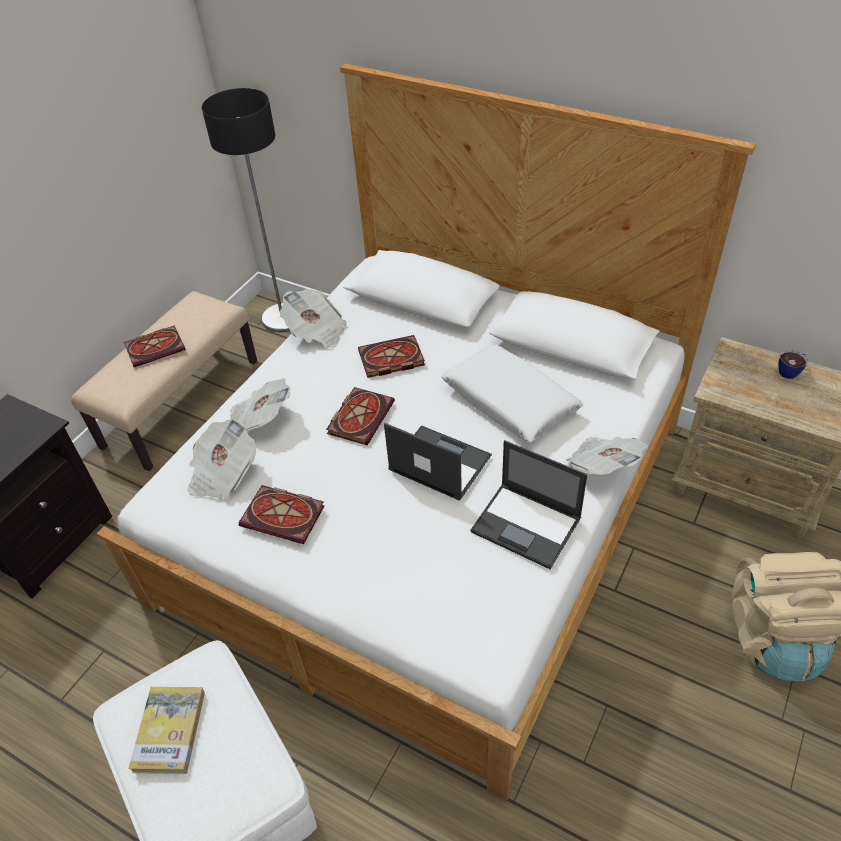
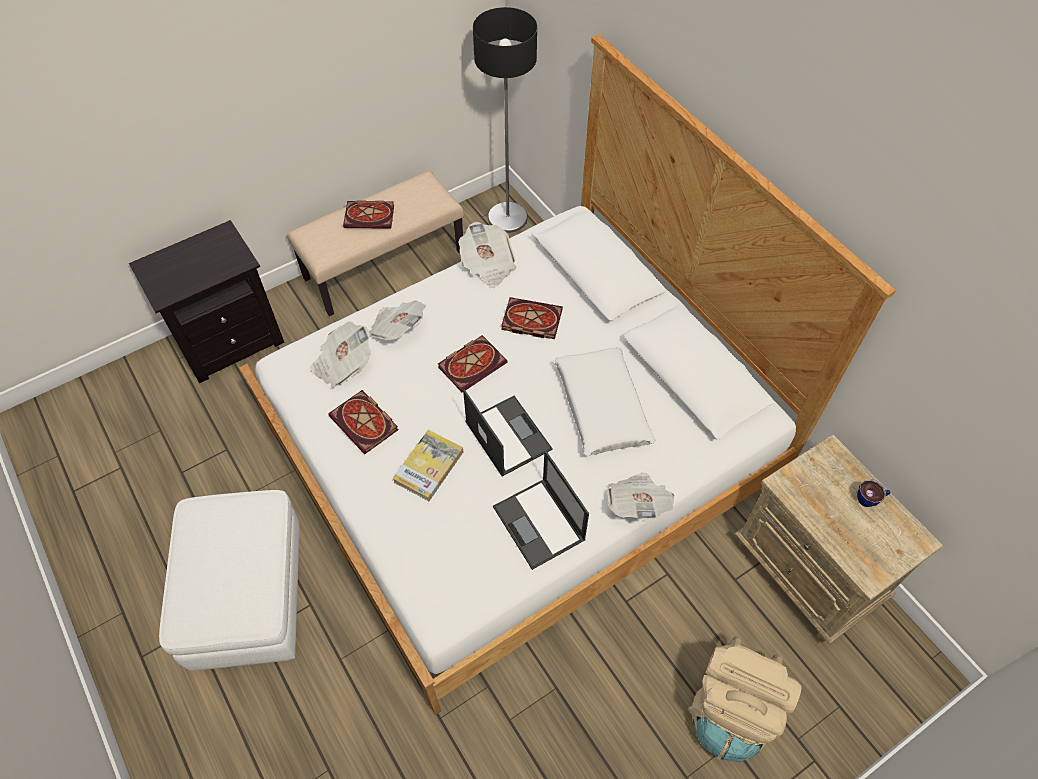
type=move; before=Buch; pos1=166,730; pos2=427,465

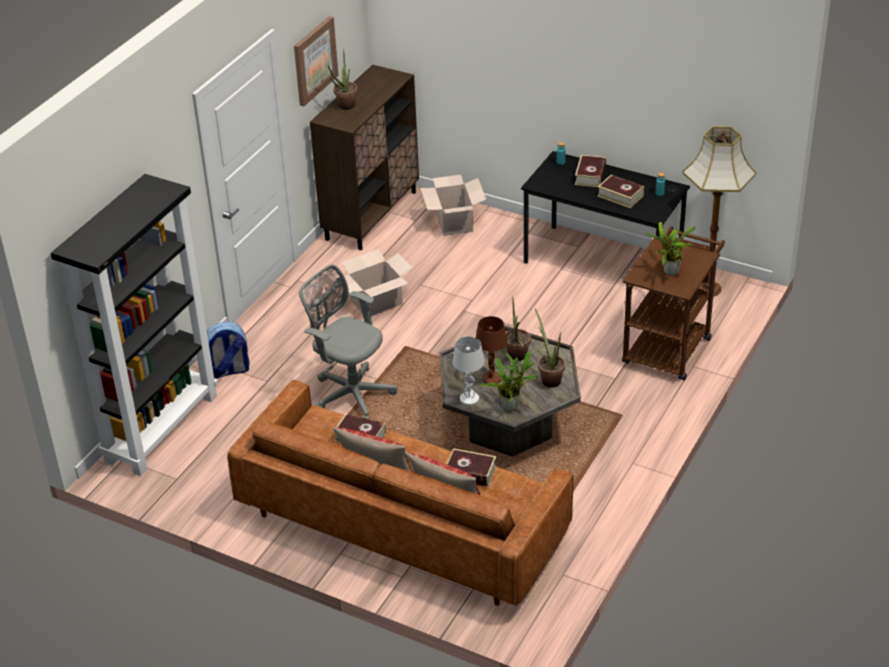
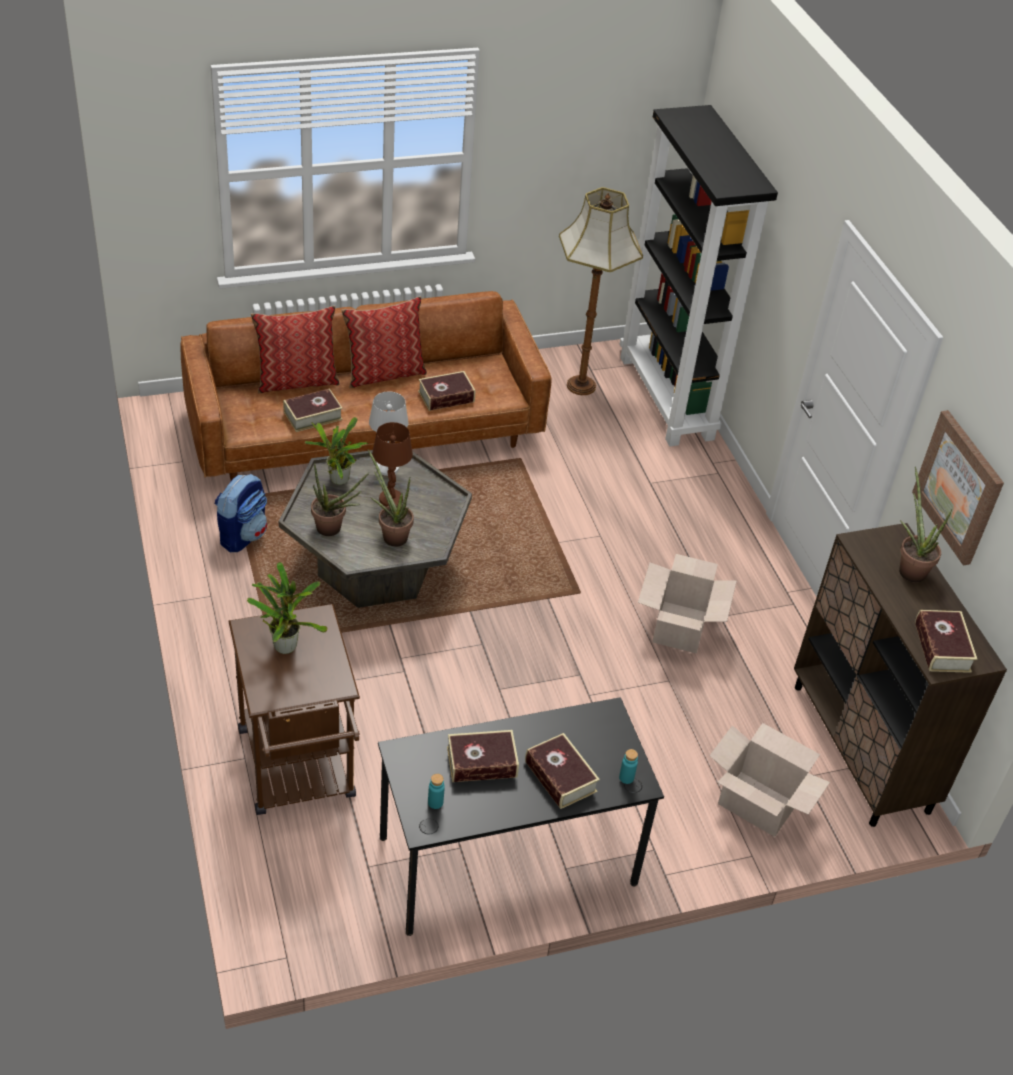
type=move; before=Rucksack; pos1=228,350; pos2=241,513
type=move; before=Stehlampe; pos1=719,211; pos2=601,291
type=insert; after=Buch; pos2=946,641
type=delete; before=Bürostuhl/grau; pos1=348,341

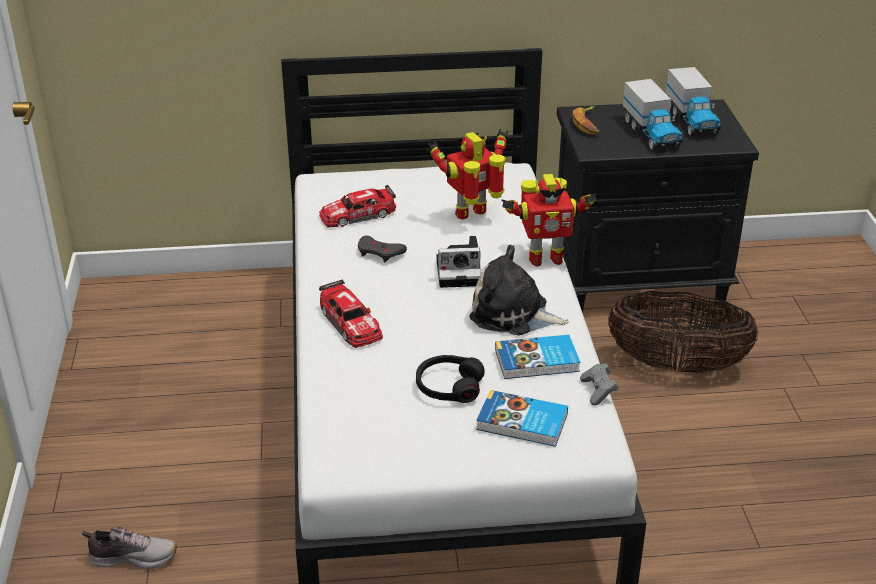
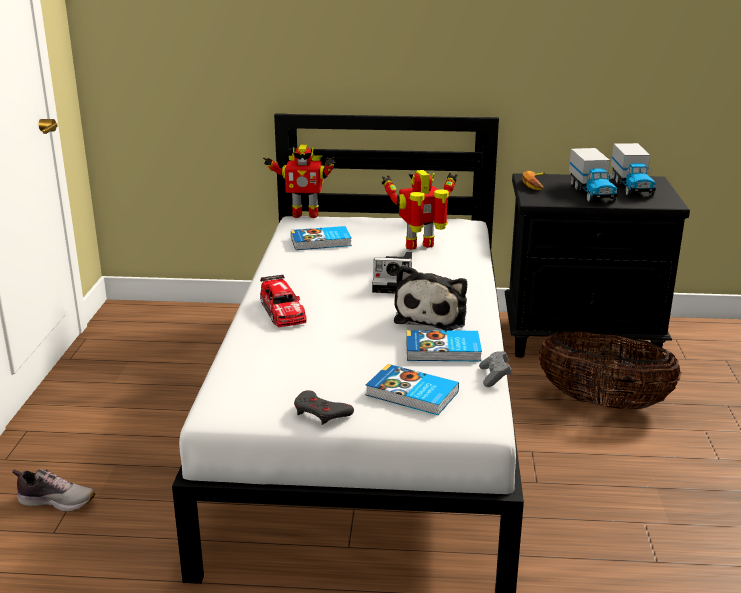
type=move; before=Spielzeugroboter; pos1=549,220; pos2=299,181
type=replace; before=Spielzeugauto; after=Buch; pos1=357,206; pos2=321,238
type=move; before=Gamepad/grau; pos1=382,249; pos2=324,407
type=rotate; before=Plüschtier; pos1=519,290; pos2=430,298; turn=-105
type=delete; before=Kopfhörer/schwarz; pos1=450,379

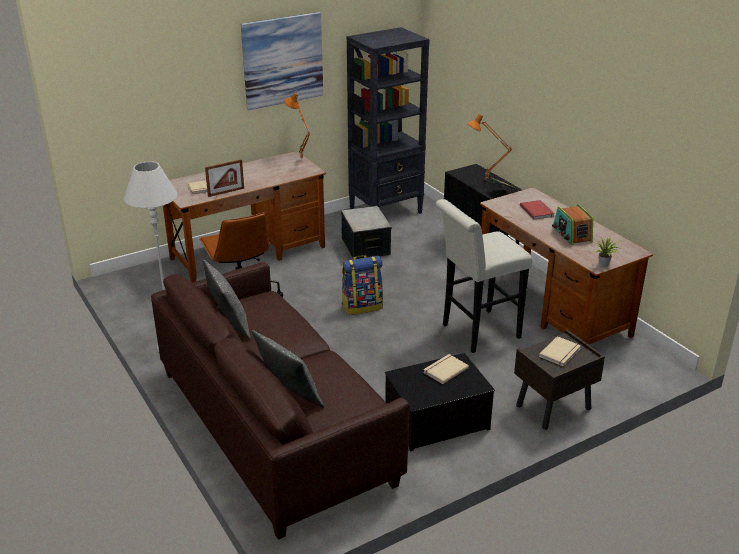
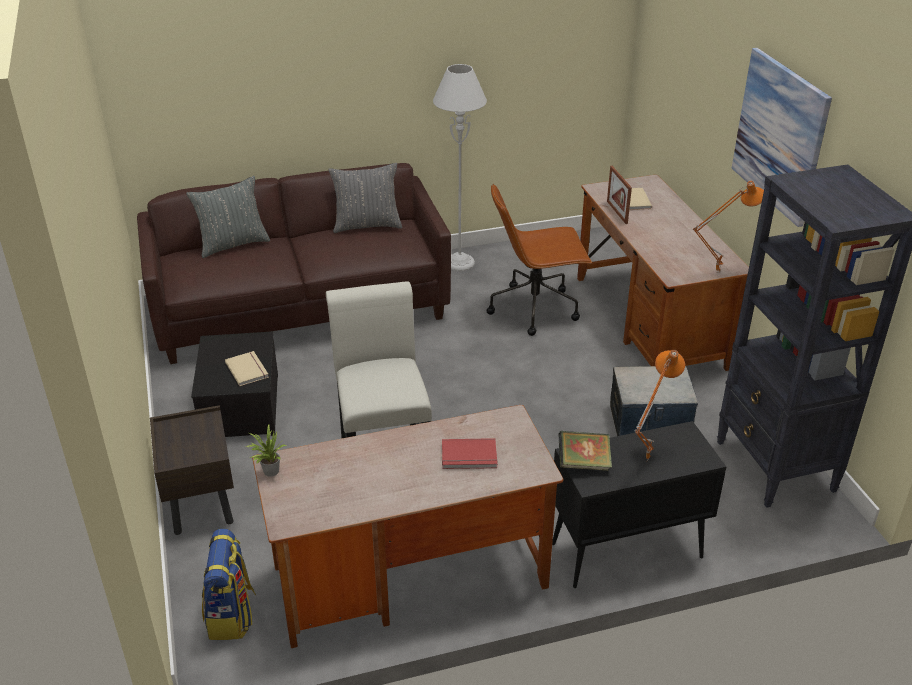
type=move; before=Rucksack; pos1=362,285; pos2=229,584
type=delete; before=Buch/beige; pos1=560,351
type=delete; before=Radio; pos1=572,224

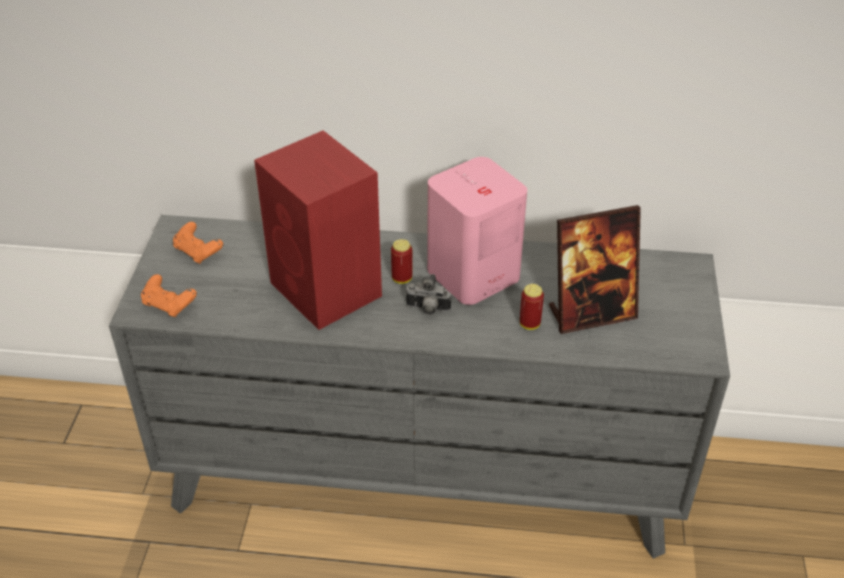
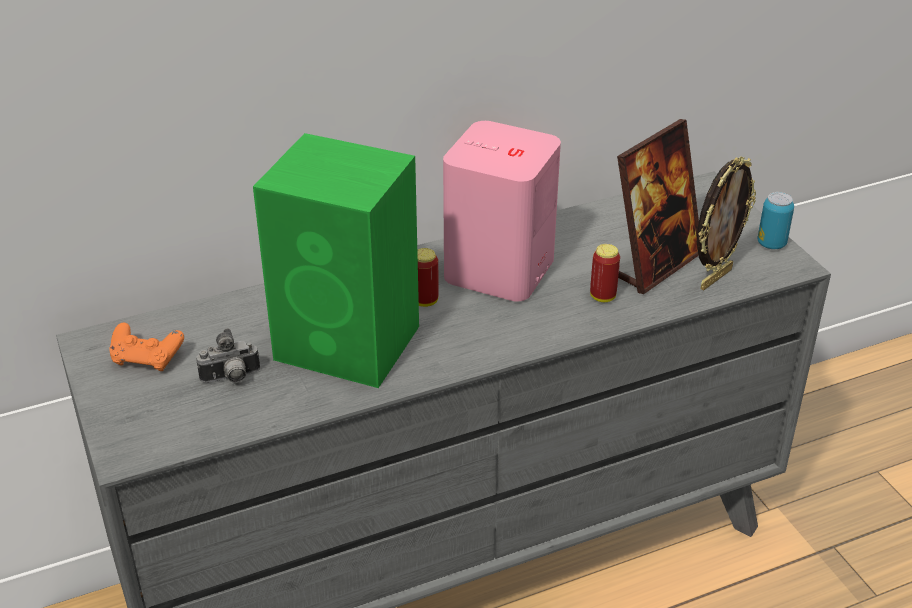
type=move; before=Kamera; pos1=428,294; pos2=228,355
type=recolor; before=Lautsprecher/rot; after=Lautsprecher/grün; pos1=318,230; pos2=336,260
type=insert; after=Bilderrahmen; pos2=726,223
type=insert; after=Dose; pos2=776,220
type=delete; before=Gamepad/orange; pos1=169,295

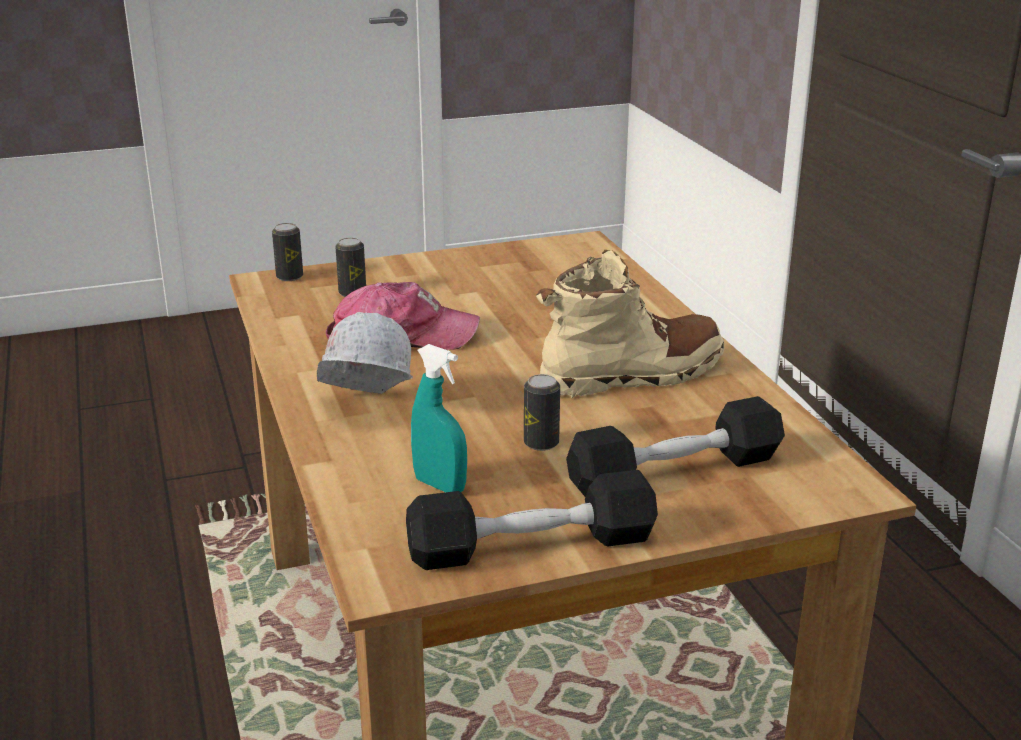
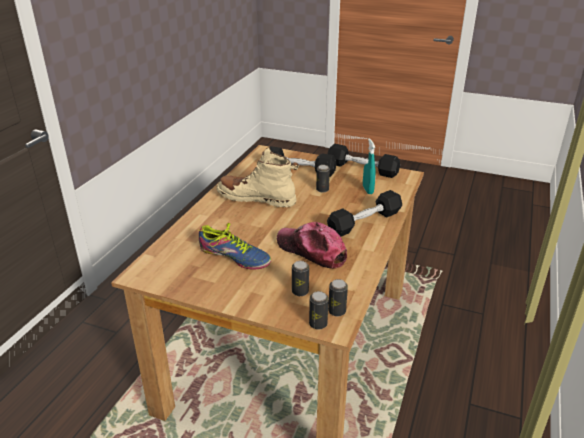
type=insert; after=Schuh; pos2=235,246
type=replace; before=Schutzhelm/weiß; after=Hantel/schwarz; pos1=365,353; pos2=364,213
type=insert; after=Dose; pos2=338,297

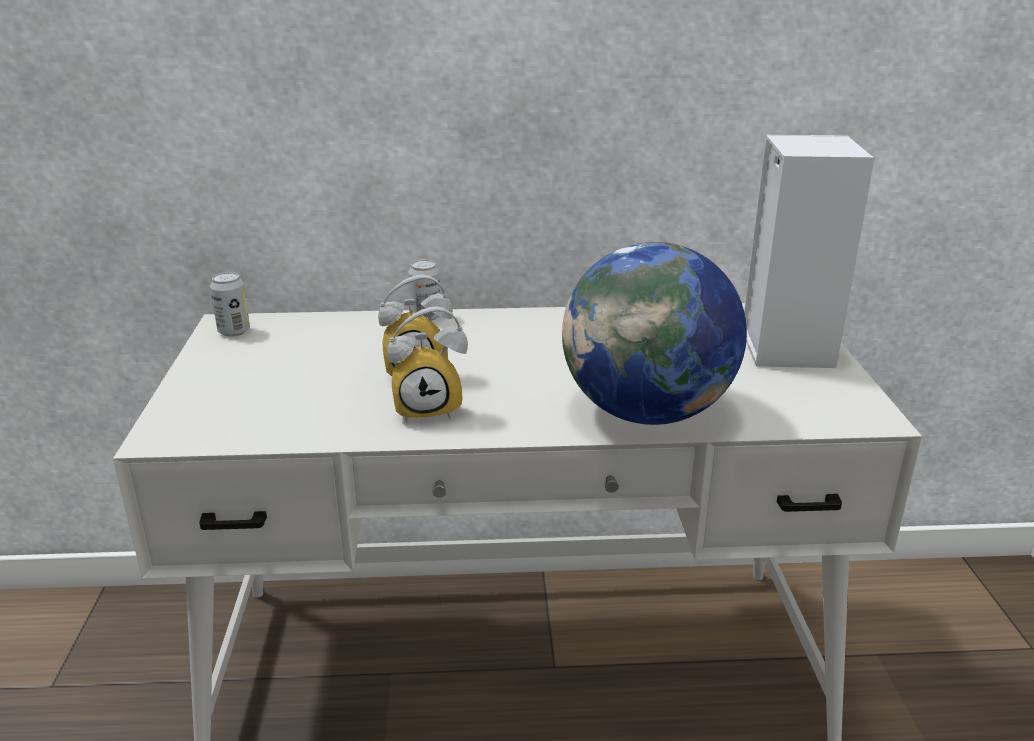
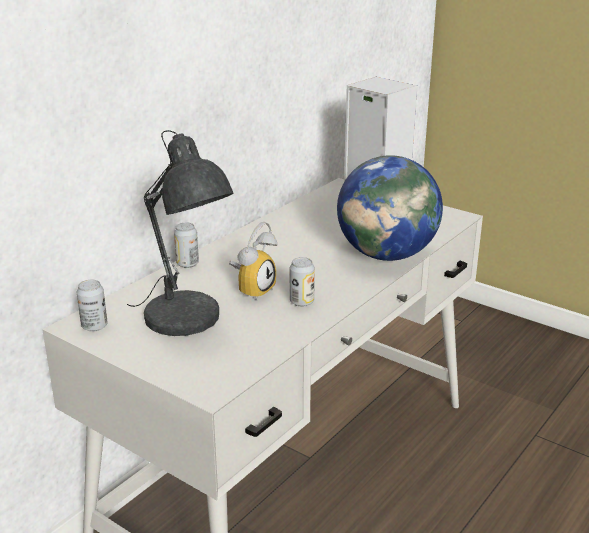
type=insert; after=Tischlampe/grau; pos2=180,233
type=replace; before=Wecker; after=Dose; pos1=427,364; pos2=302,282

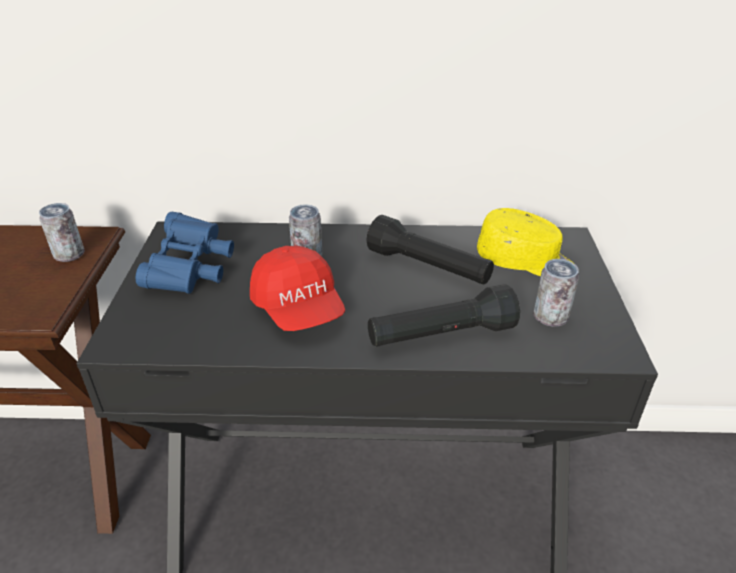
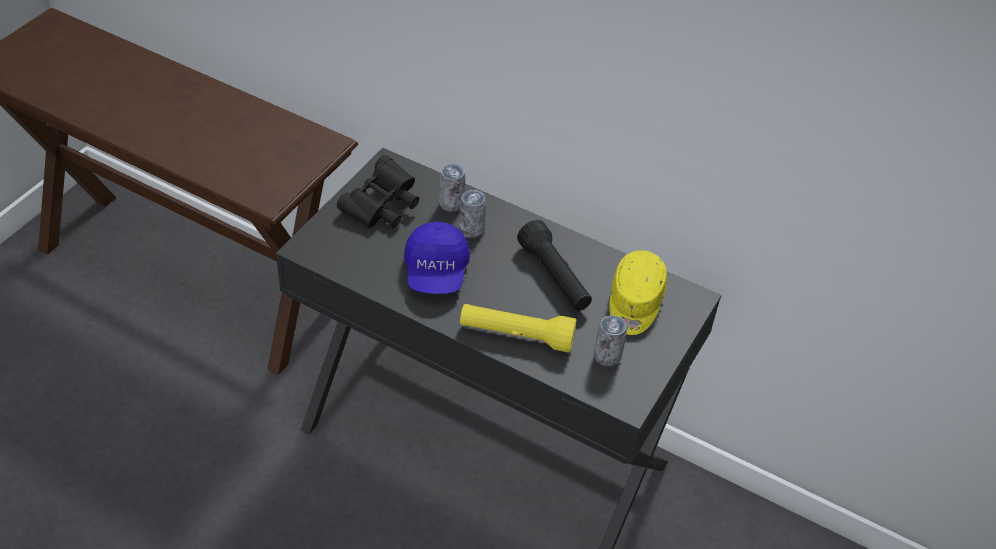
type=recolor; before=Fernglas/blau; after=Fernglas/schwarz; pos1=185,253; pos2=378,191
type=recolor; before=Kappe/rot; after=Kappe/blau; pos1=297,288; pos2=437,257
type=move; before=Dose; pos1=62,232; pos2=452,188
type=recolor; before=Taschenlampe/schwarz; after=Taschenlampe/gelb; pos1=444,315; pos2=518,328
type=rotate; before=Kappe/gelb; pos1=525,242; pos2=638,292; turn=60

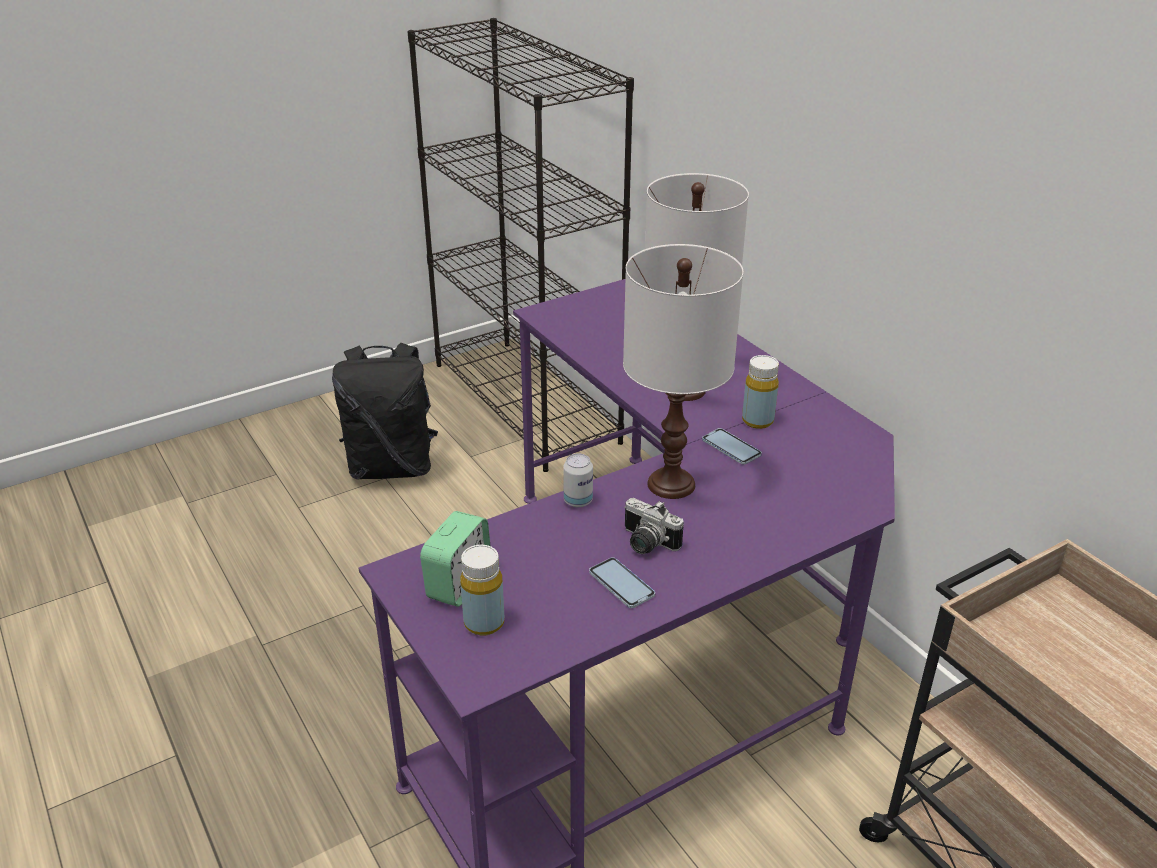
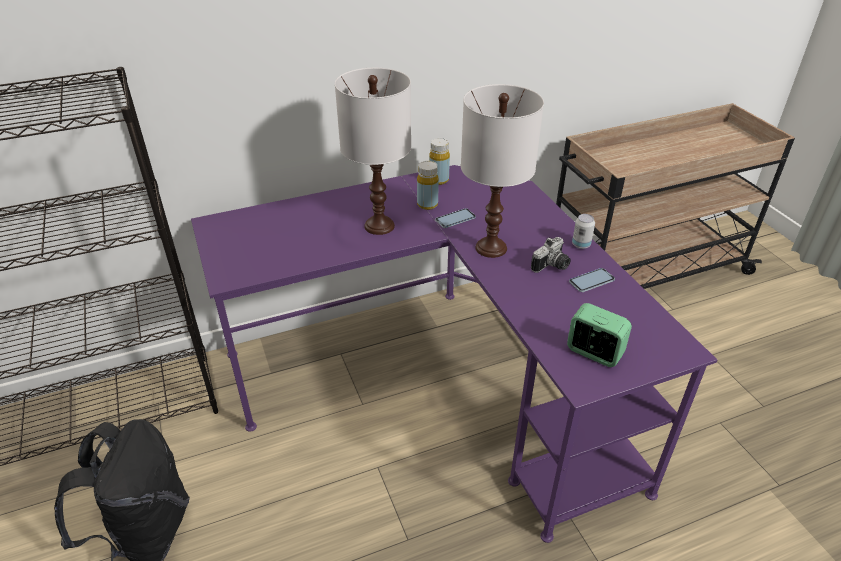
type=move; before=Flasche/gelb; pos1=482,590; pos2=439,161
type=move; before=Dose; pos1=578,480; pos2=583,231

